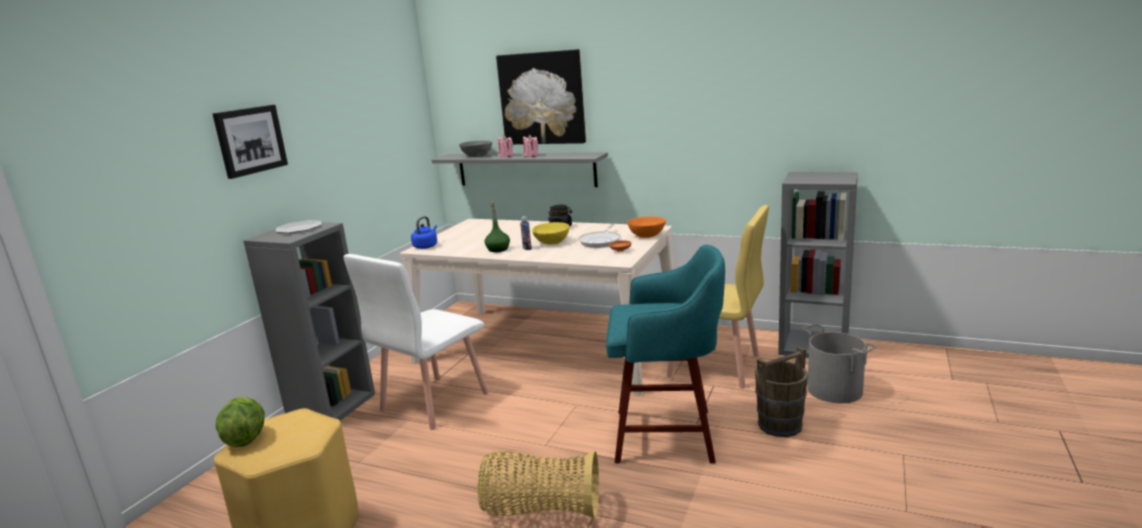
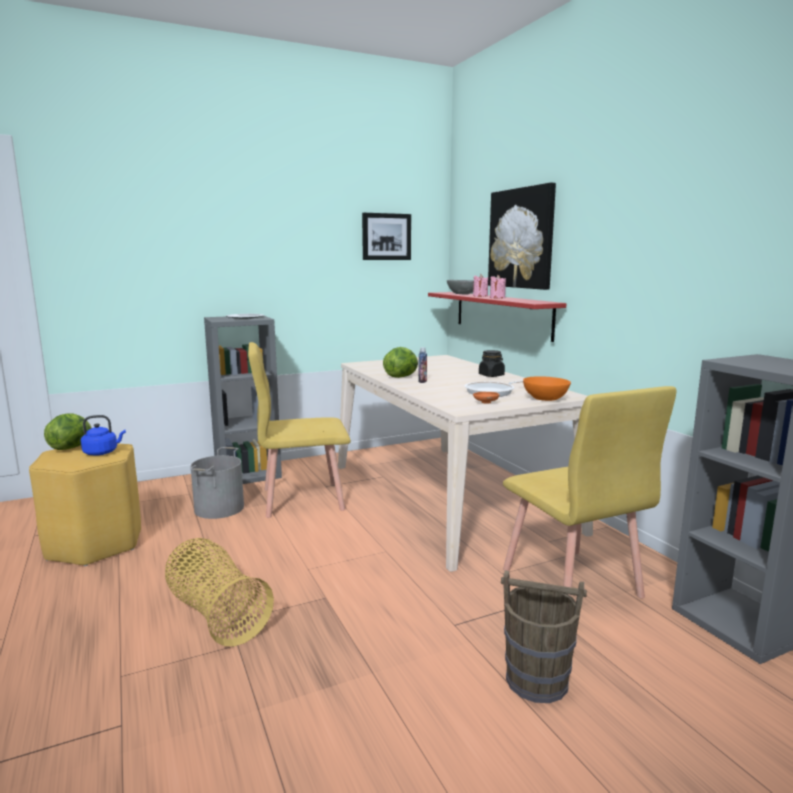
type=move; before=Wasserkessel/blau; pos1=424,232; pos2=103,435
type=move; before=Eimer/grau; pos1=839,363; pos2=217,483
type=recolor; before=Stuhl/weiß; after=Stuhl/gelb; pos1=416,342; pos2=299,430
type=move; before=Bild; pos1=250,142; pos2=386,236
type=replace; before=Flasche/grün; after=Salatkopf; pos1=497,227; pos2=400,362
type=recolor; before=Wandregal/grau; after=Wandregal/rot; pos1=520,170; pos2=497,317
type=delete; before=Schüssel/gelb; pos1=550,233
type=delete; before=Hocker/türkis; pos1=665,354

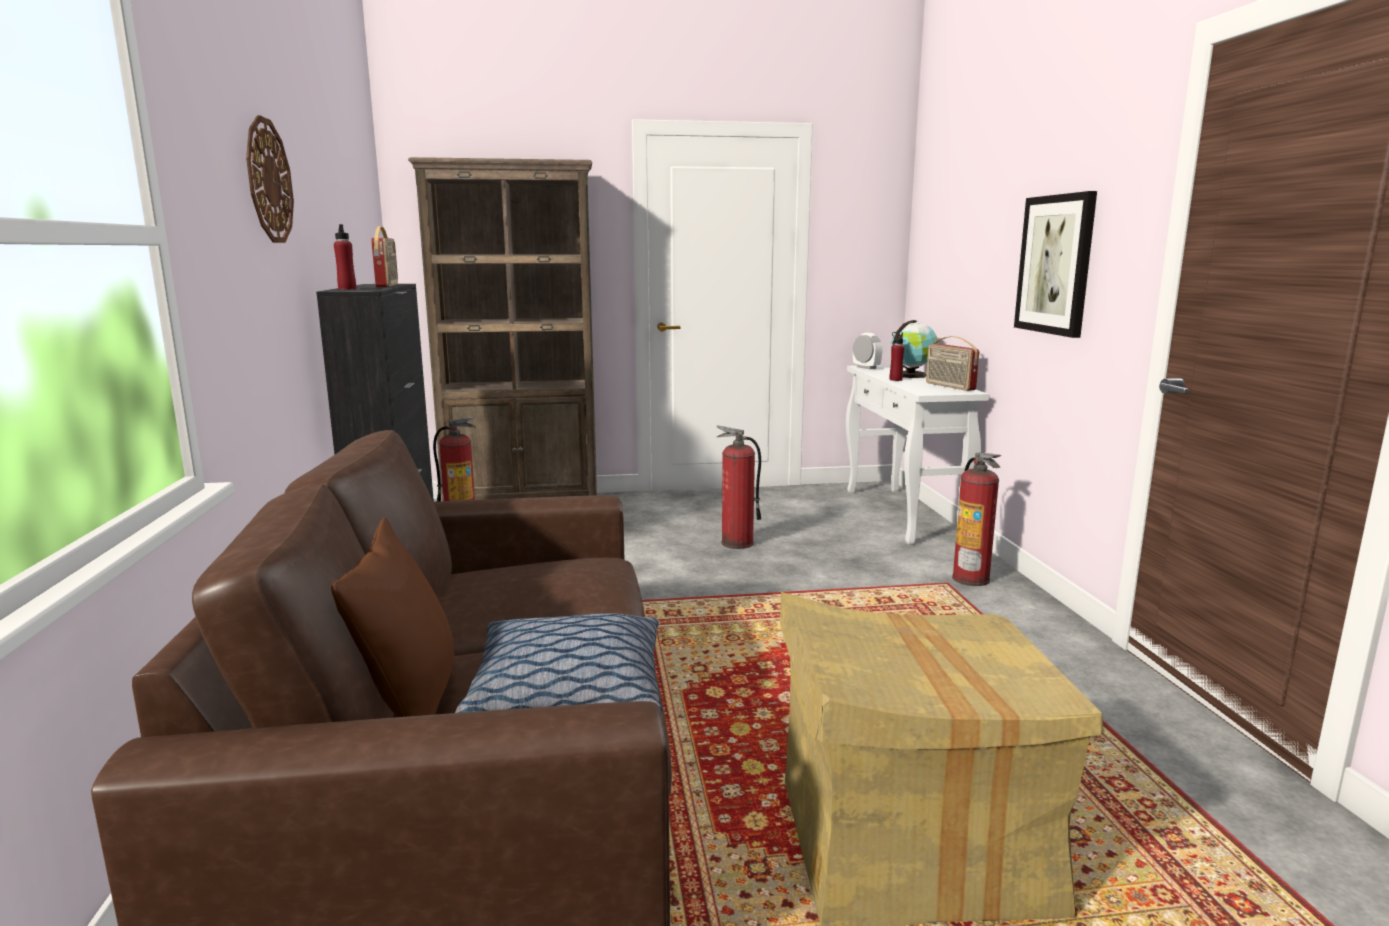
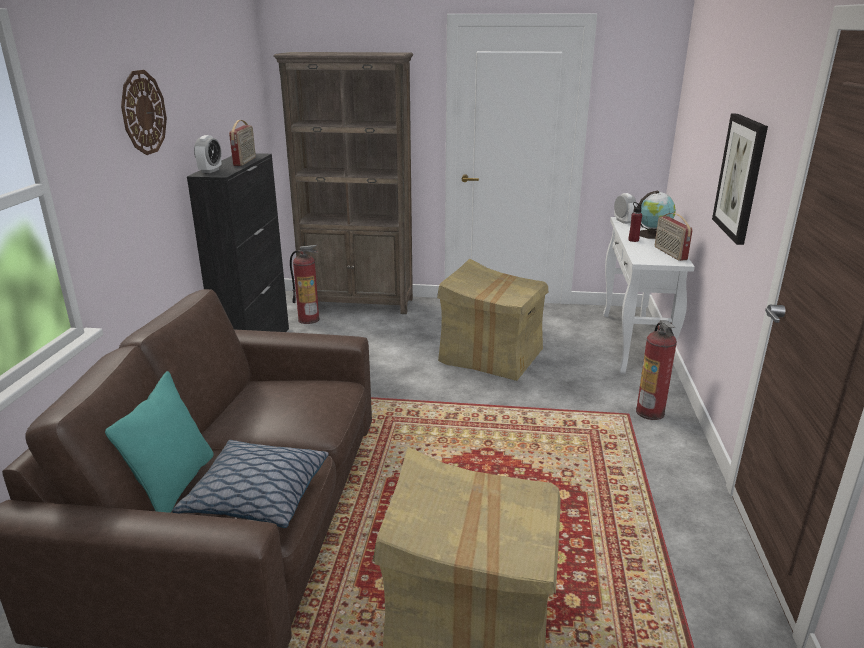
type=recolor; before=Kissen/braun; after=Kissen/türkis; pos1=393,617; pos2=159,442
type=replace; before=Flasche/rot; after=Wecker; pos1=345,257; pos2=207,154
type=replace; before=Feuerlöscher; after=Karton; pos1=738,487; pos2=492,319

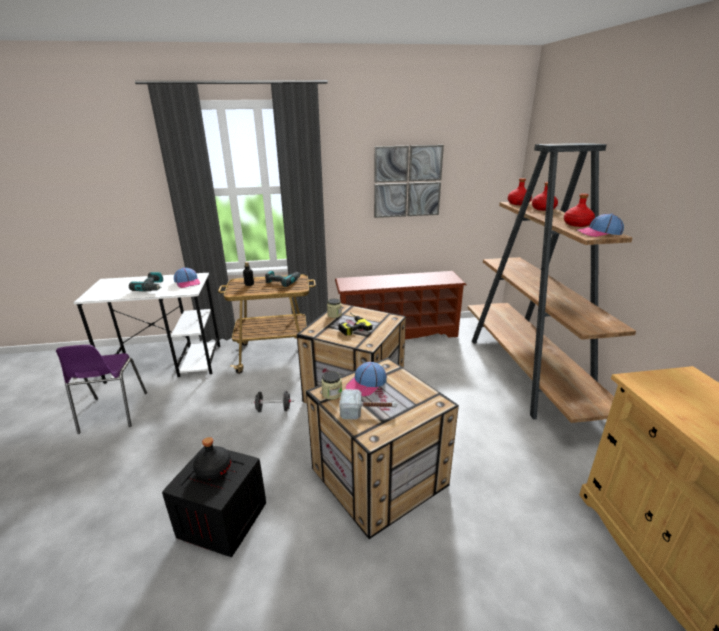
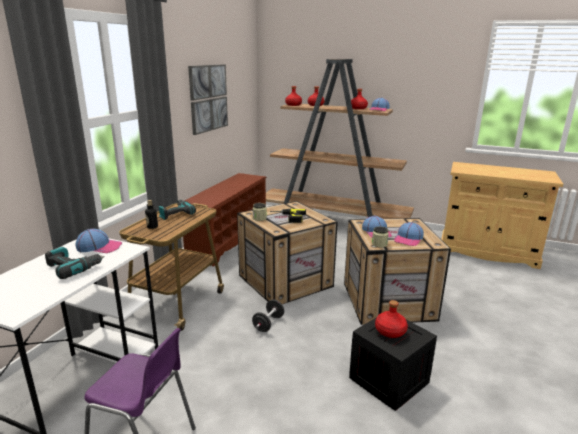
type=recolor; before=Flasche/schwarz; after=Flasche/rot; pos1=212,458; pos2=391,319
type=replace; before=Hammer; after=Kappe; pos1=368,404; pos2=409,234

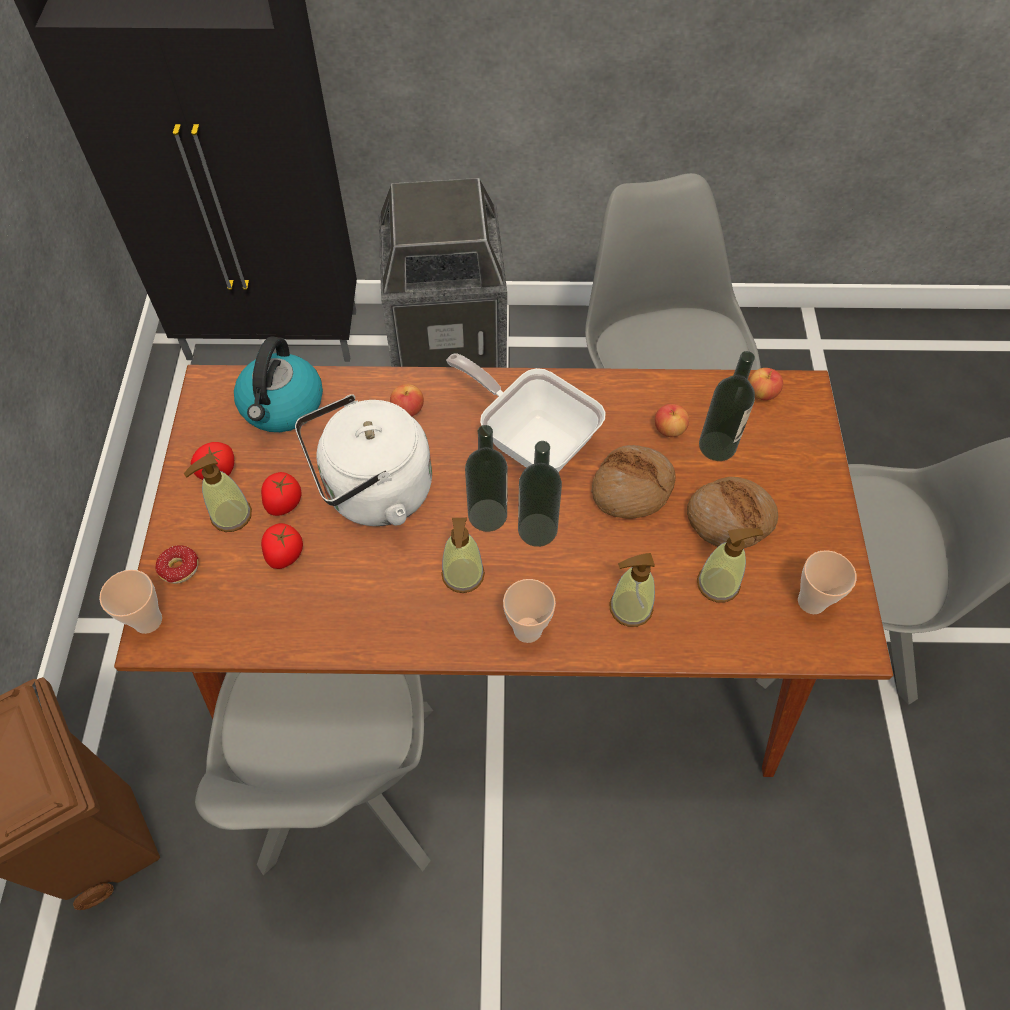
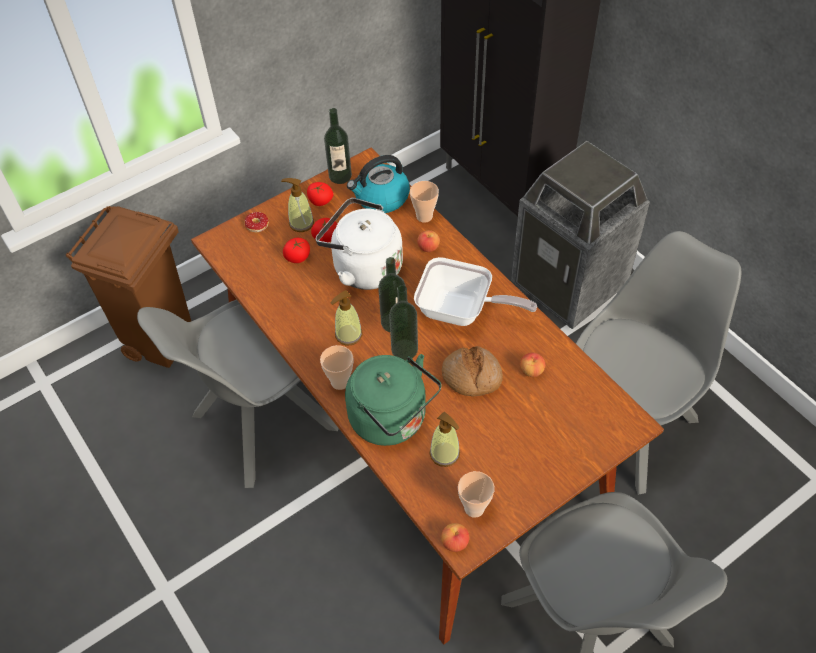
type=move; before=Flasche; pos1=727,406; pos2=338,146
type=replace; before=Seifenspender; after=Wasserkessel/grün; pos1=632,590; pos2=393,400
type=move; before=Tasse; pos1=130,602; pos2=424,202
type=rotate; before=Pfanne; pos1=526,412; pos2=475,291; turn=105
type=move; before=Apfel; pos1=766,384; pos2=455,537
type=delete; before=Brot; pos1=732,512

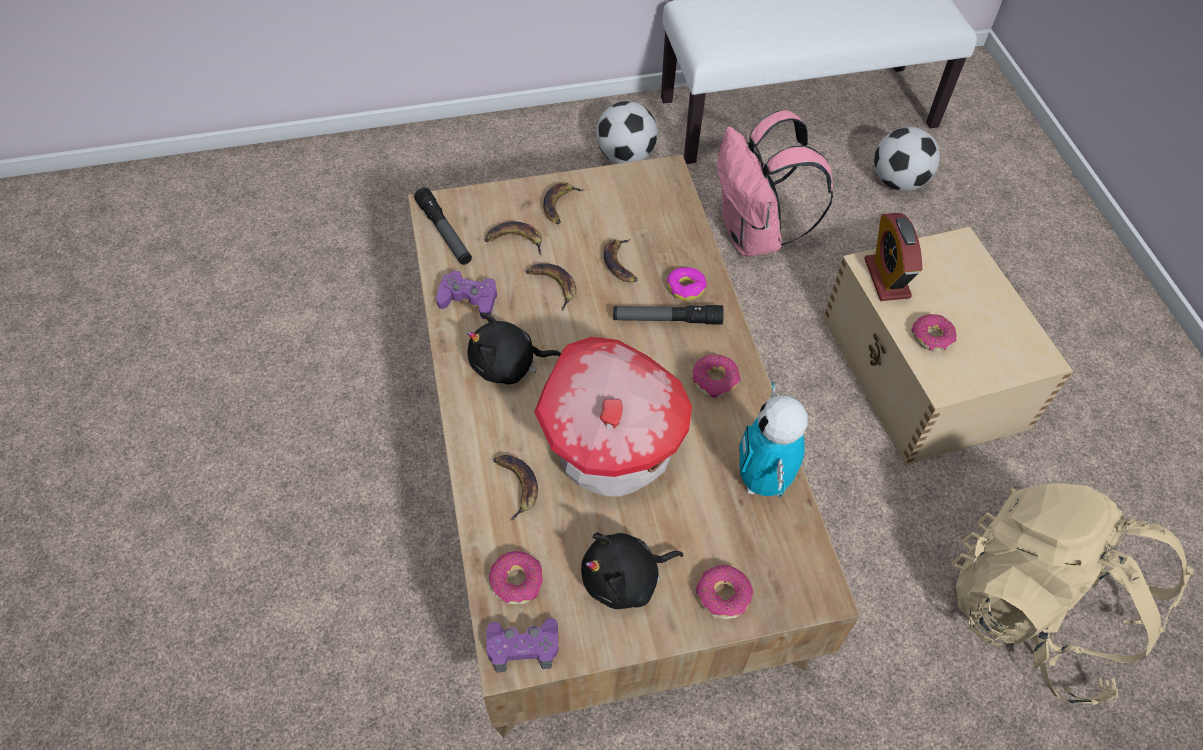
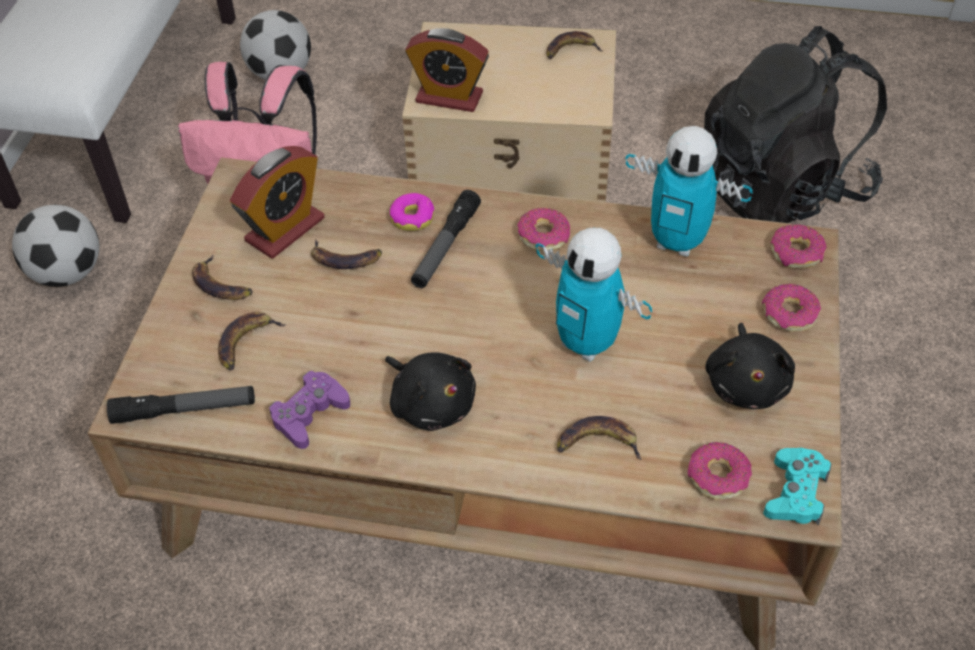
type=insert; after=Wecker; pos2=277,202
type=rotate; before=Plüschtier/schwarz; pos1=514,348; pos2=430,391; turn=-60
type=replace; before=Spielzeughaus; after=Spielzeugroboter; pos1=613,417; pos2=594,295
type=move; before=Banane; pos1=551,287; pos2=574,45
type=recolor; before=Rucksack/beige; after=Rucksack/schwarz; pos1=1072,594; pos2=795,124
type=recolor; before=Gamepad/lila; after=Gamepad/türkis; pos1=522,645; pos2=797,486
type=move; before=Donut; pos1=934,332; pos2=798,246

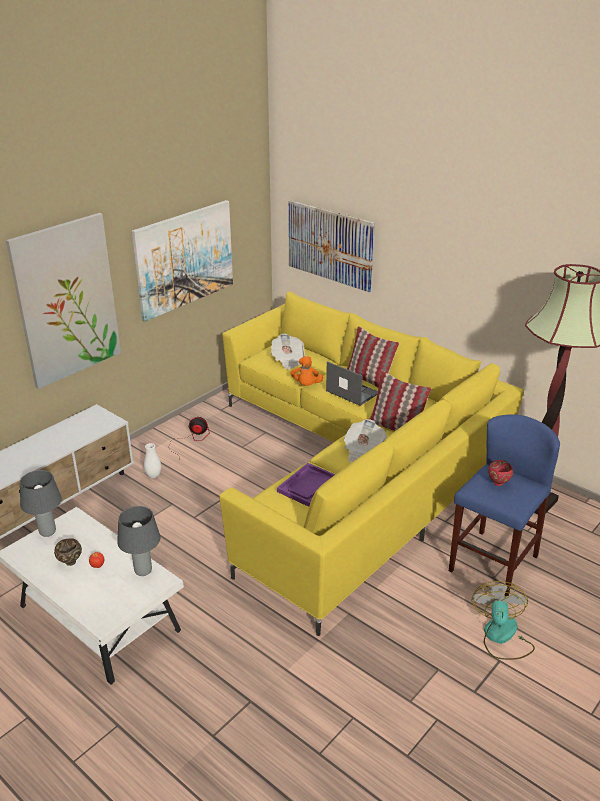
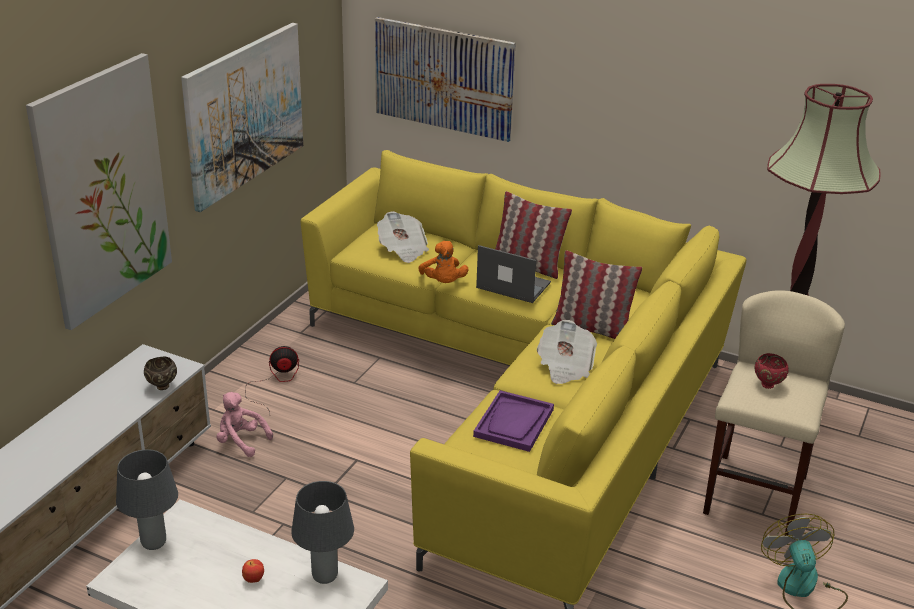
type=move; before=Schüssel/braun; pos1=68,552; pos2=160,373
type=replace; before=Vase/weiß; after=Plüschtier/rosa; pos1=152,461; pos2=245,424
type=recolor; before=Hocker/blau; after=Hocker/beige; pos1=504,505; pos2=774,413

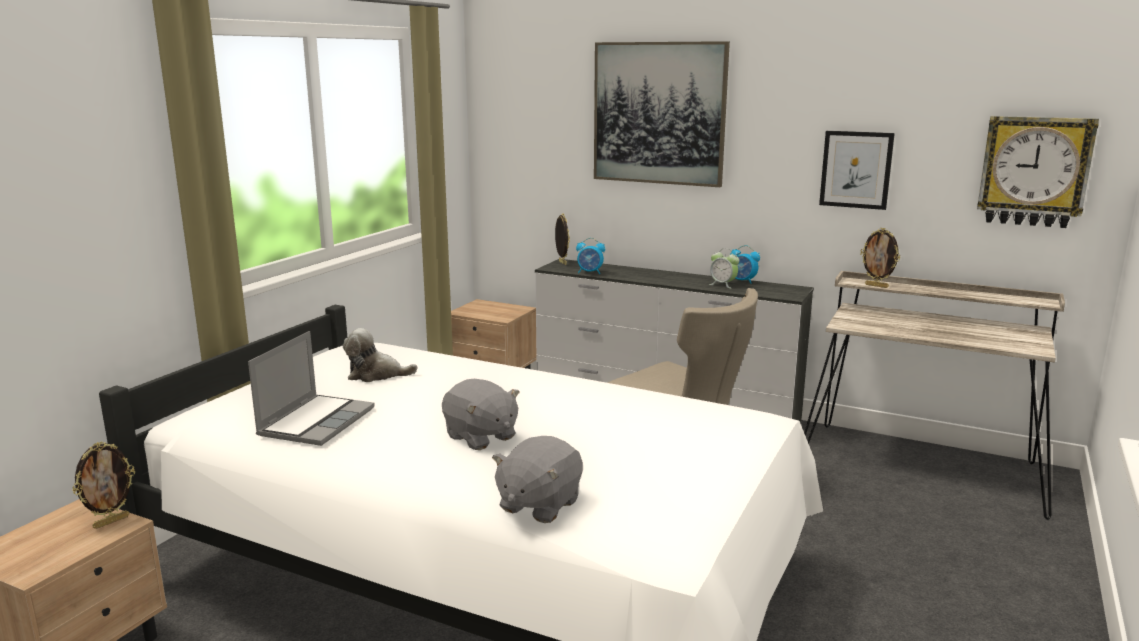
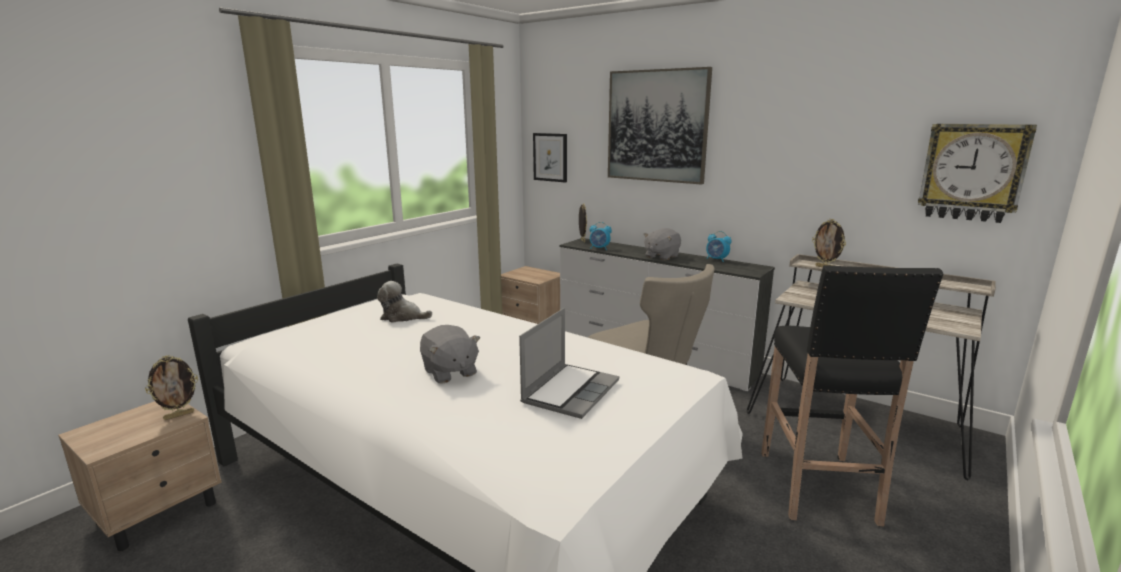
type=move; before=Laptop; pos1=311,388; pos2=569,363
type=move; before=Bild; pos1=857,170; pos2=550,158
type=move; before=Plüschtier/grau; pos1=537,479; pos2=662,244
type=insert; after=Hocker/schwarz; pos2=852,395
type=delete; before=Wecker; pos1=724,268

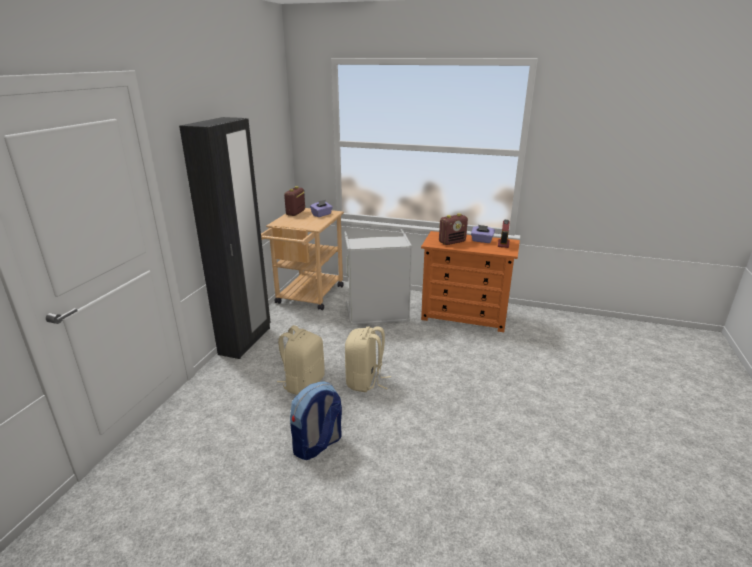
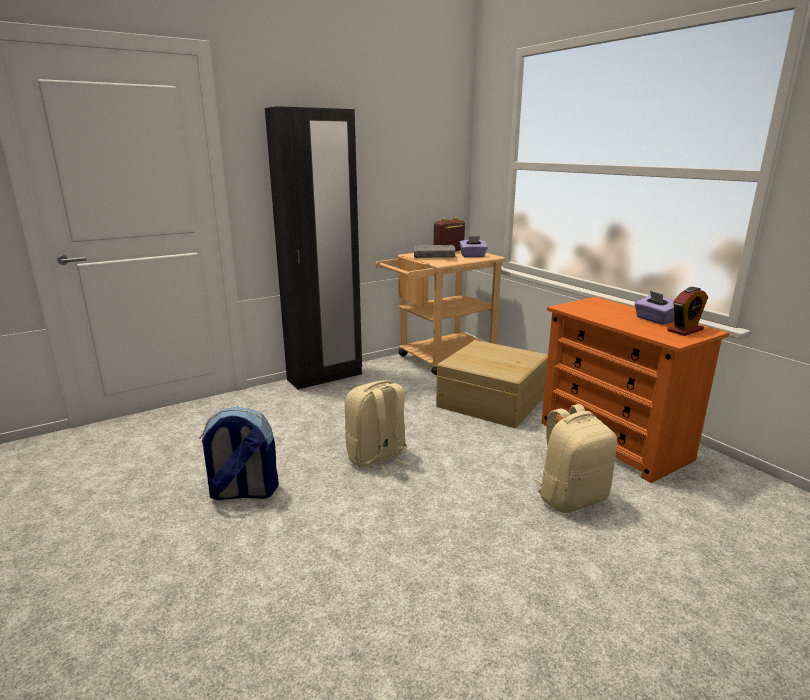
type=insert; after=Buch/grau; pos2=435,251
type=replace; before=Wäschekorb/grau; after=Aufbewahrungsbox/beige; pos1=378,277; pos2=492,384
type=move; before=Rucksack/beige; pos1=301,360; pos2=576,458
type=delete; before=Radio; pos1=453,229

